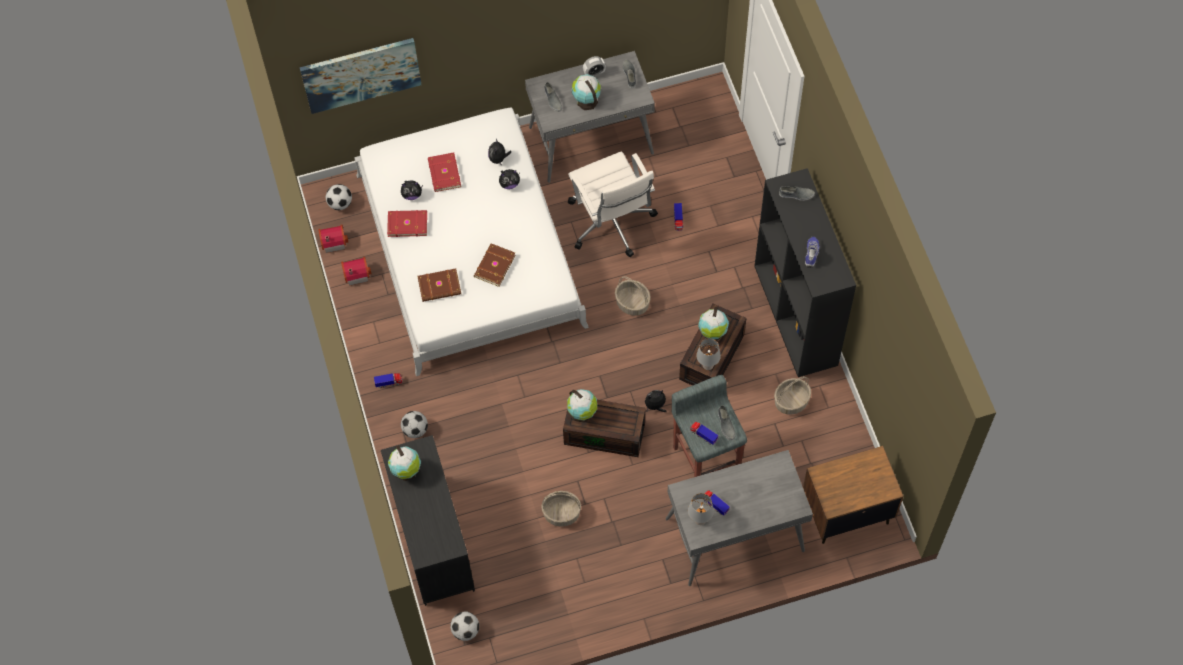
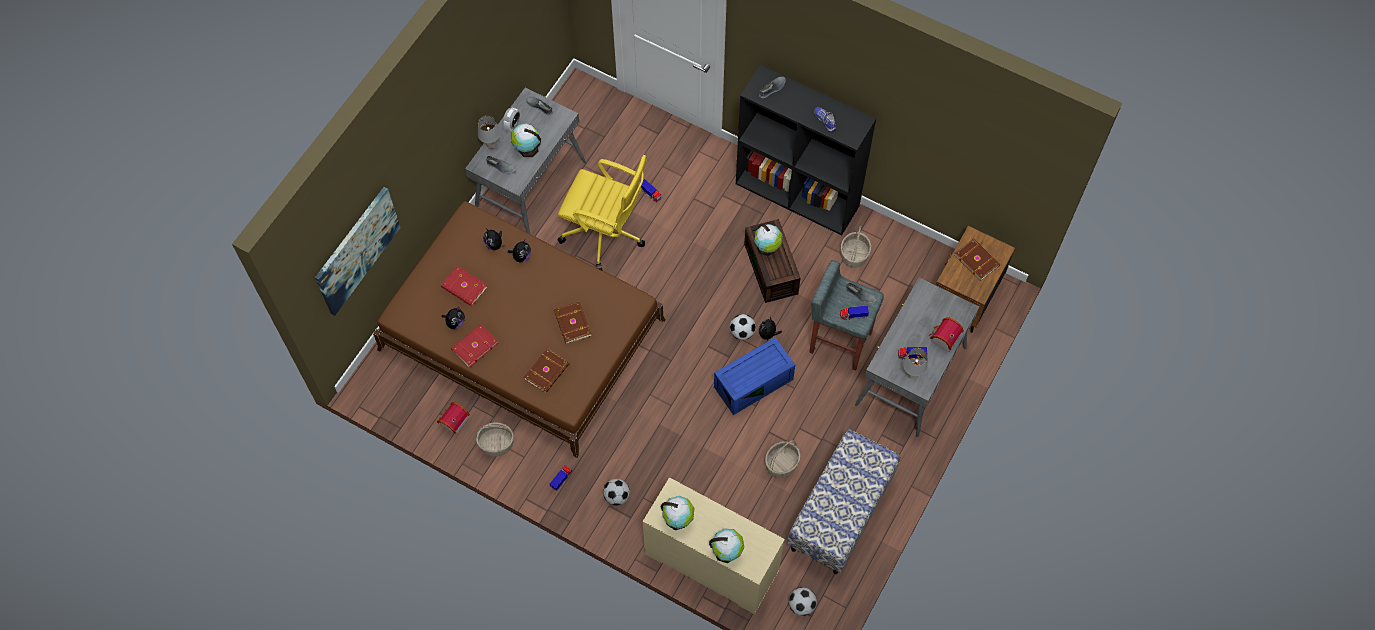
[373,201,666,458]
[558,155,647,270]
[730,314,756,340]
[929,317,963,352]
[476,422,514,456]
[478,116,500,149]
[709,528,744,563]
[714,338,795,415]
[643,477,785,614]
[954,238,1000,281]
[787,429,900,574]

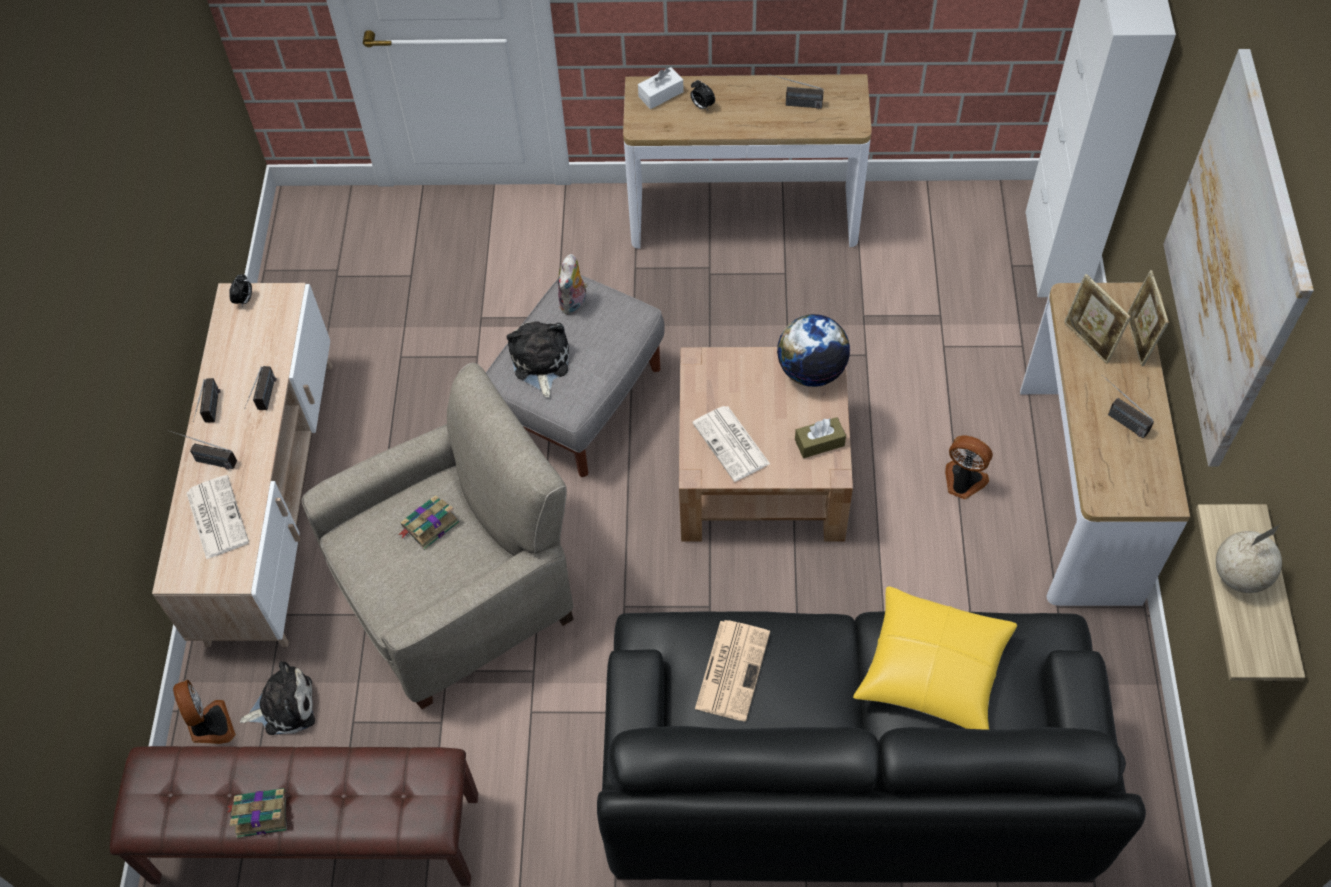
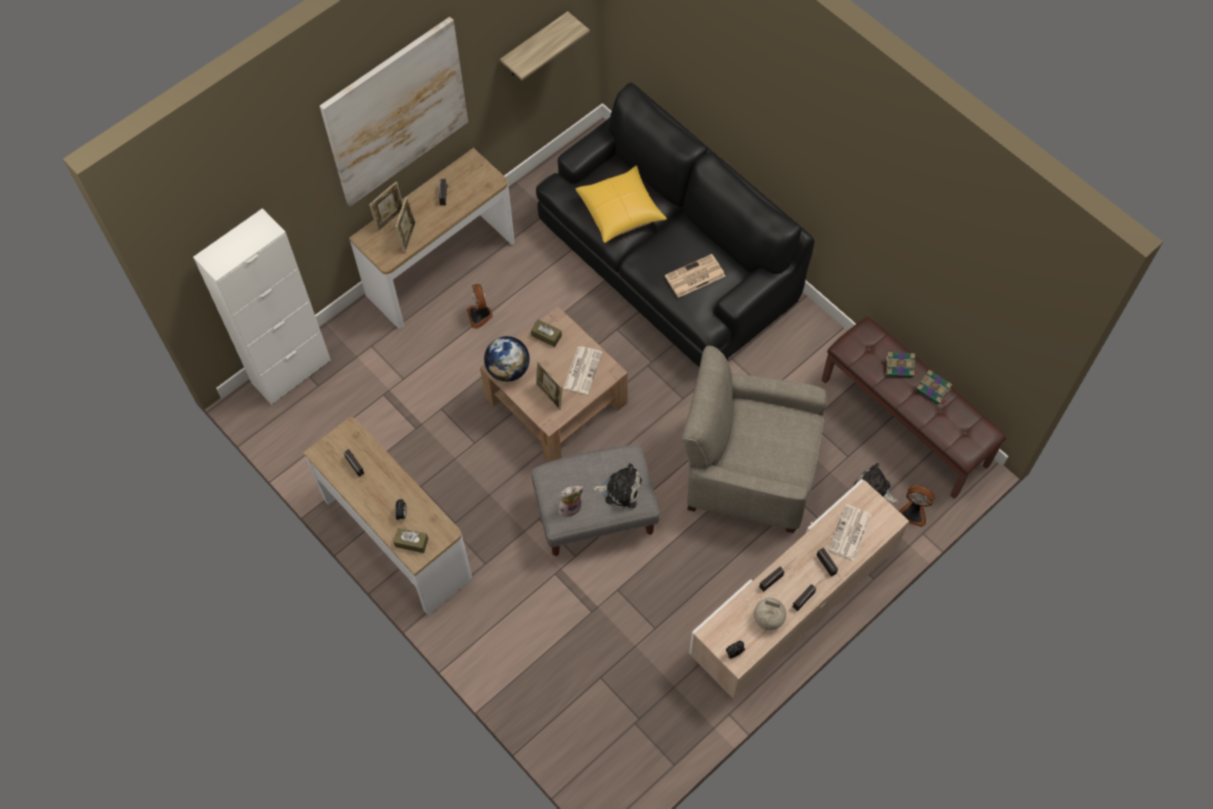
[394,528,428,553]
[592,463,642,509]
[886,352,918,378]
[754,598,786,630]
[899,485,935,527]
[536,361,563,410]

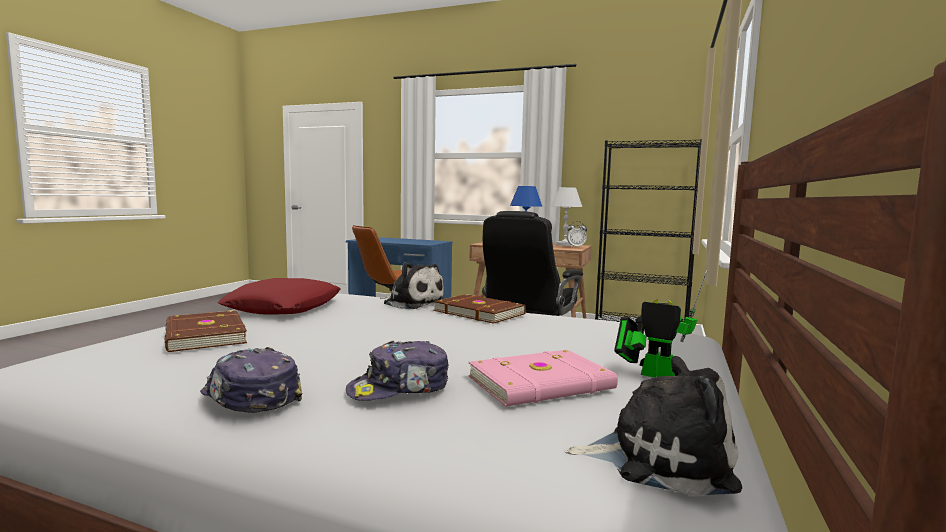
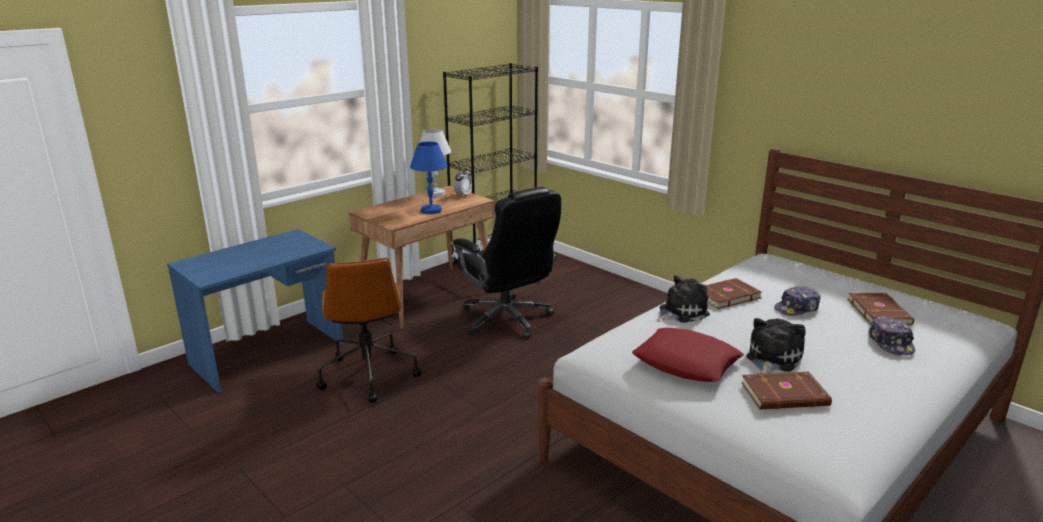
[614,270,708,378] (first image)
[774,286,820,316]
[847,293,914,325]
[746,318,806,374]

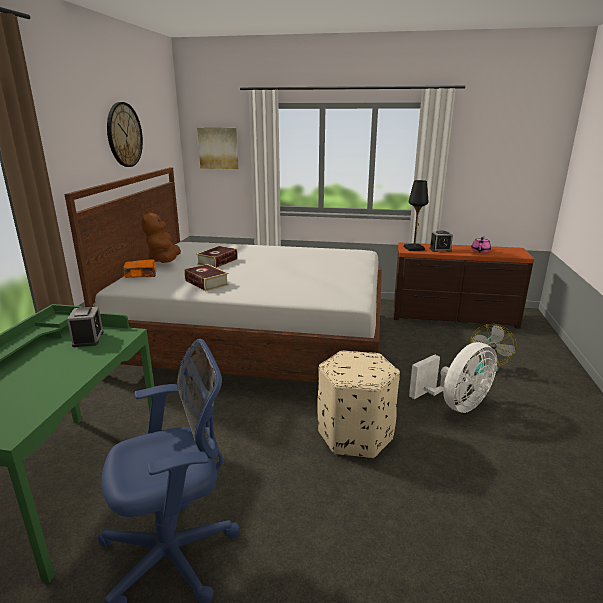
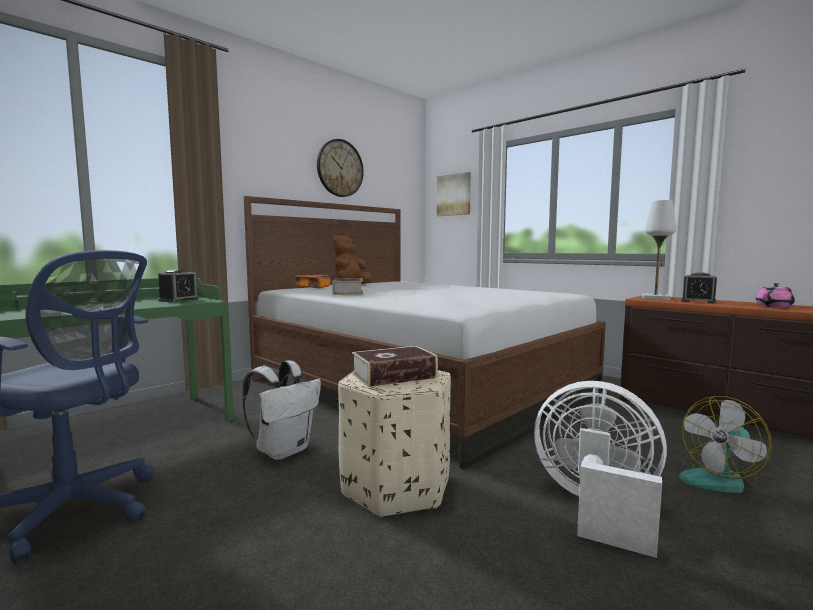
[642,200,676,300]
[352,346,438,387]
[534,381,667,558]
[242,360,321,460]

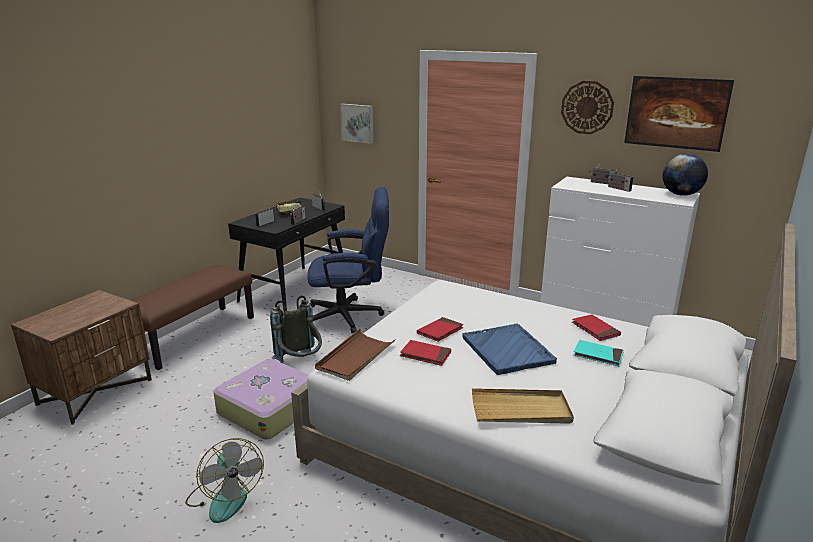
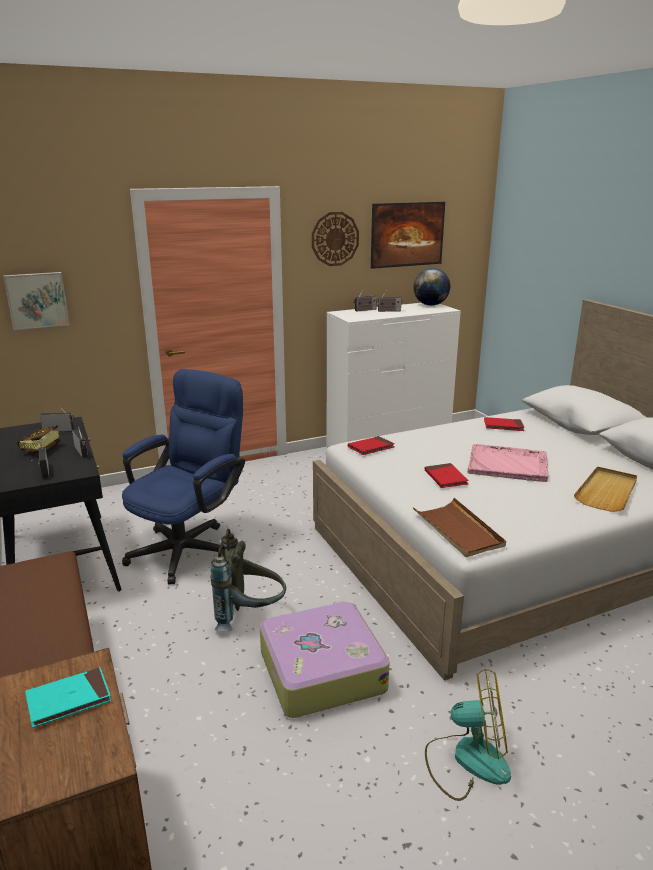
[468,444,548,482]
[348,436,395,455]
[25,667,111,728]

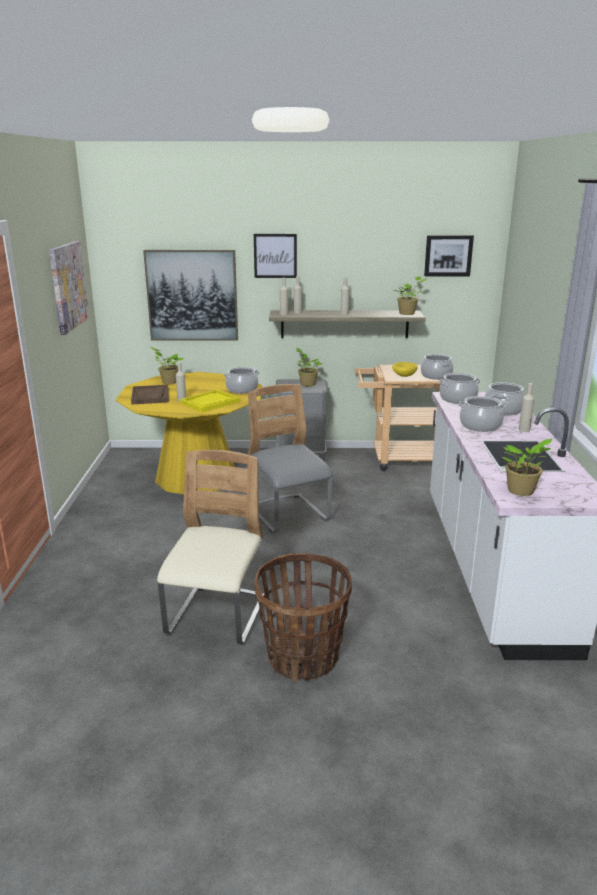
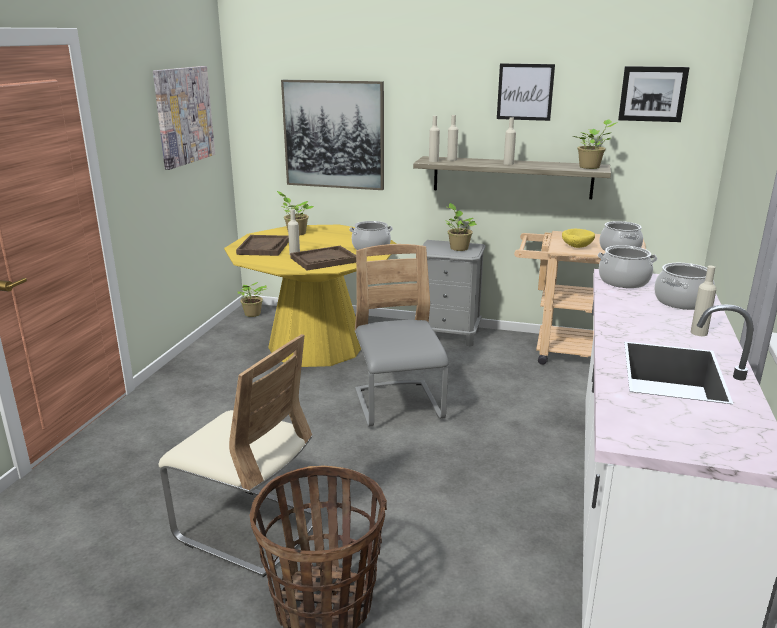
[497,64,555,121]
[290,246,356,271]
[458,396,507,432] (first image)
[238,282,267,317]
[158,334,313,577]

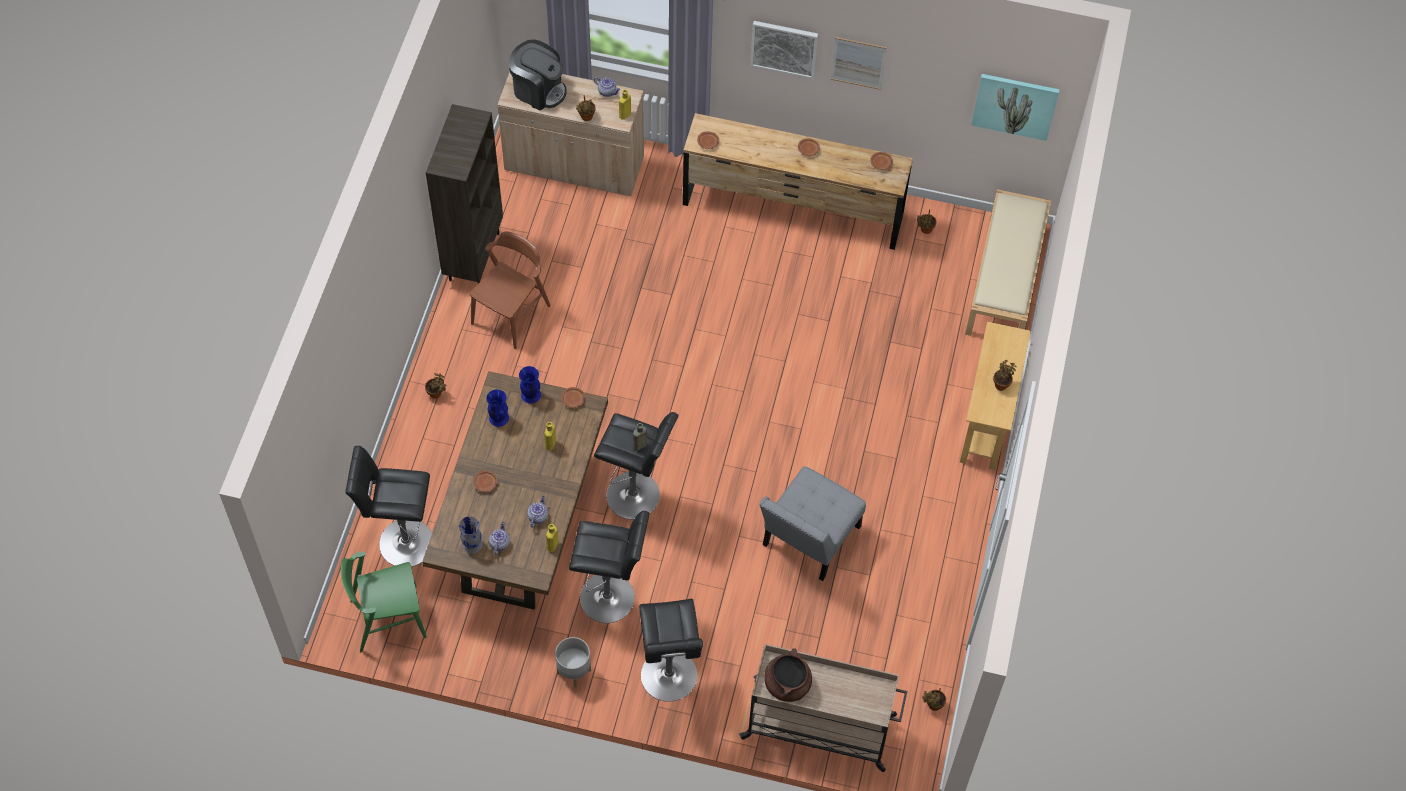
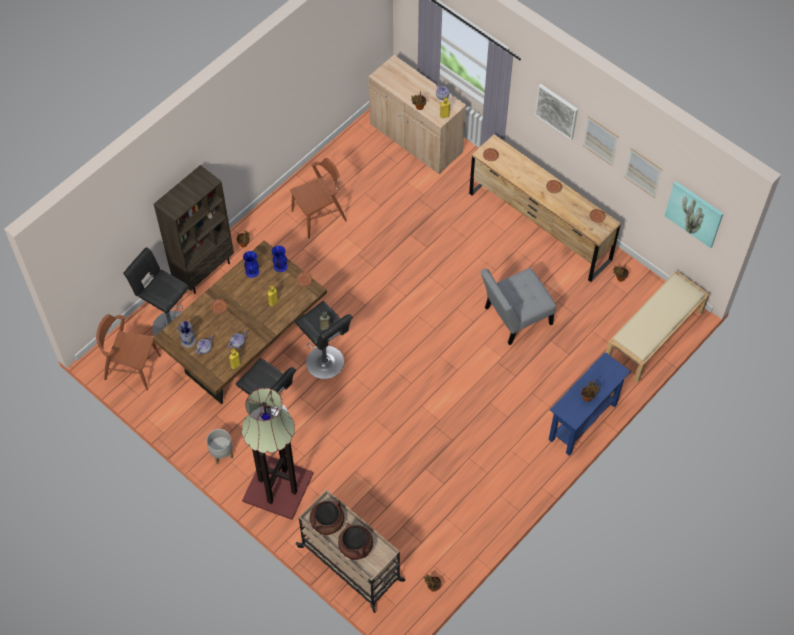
[509,39,567,110] (first image)
[154,165,234,294]
[549,352,631,456]
[480,268,556,345]
[96,314,161,390]
[242,388,314,520]
[624,148,662,198]
[338,523,373,560]

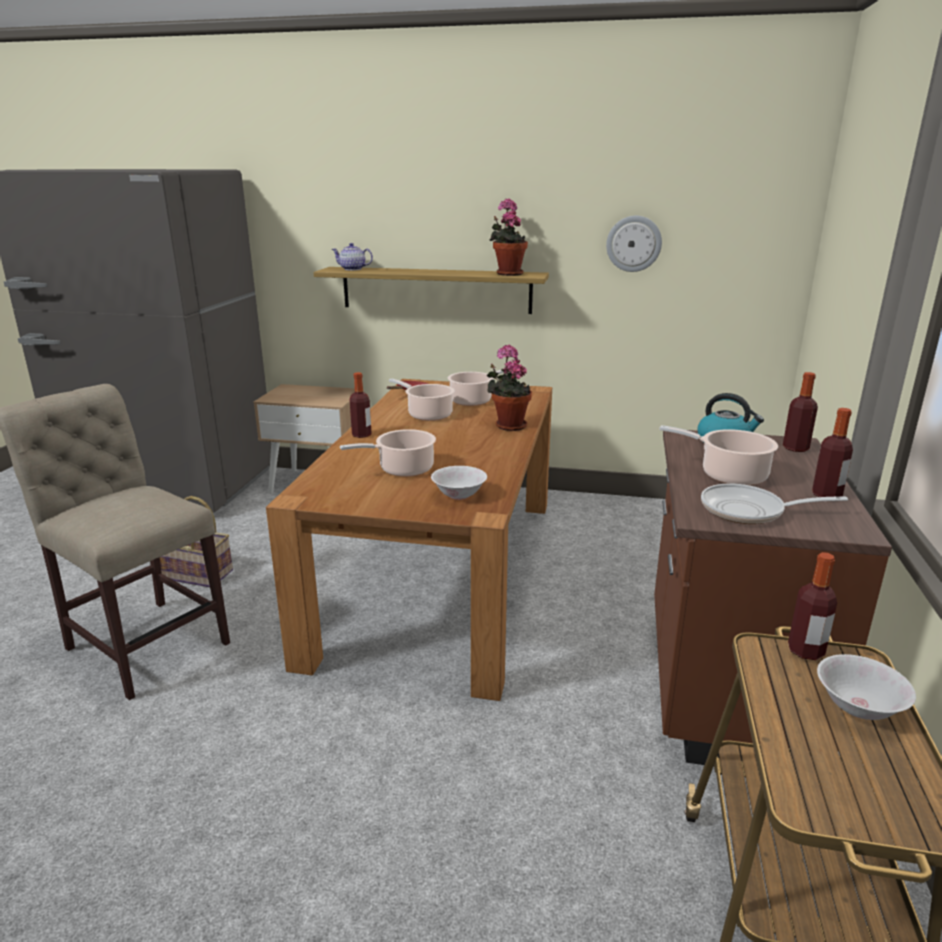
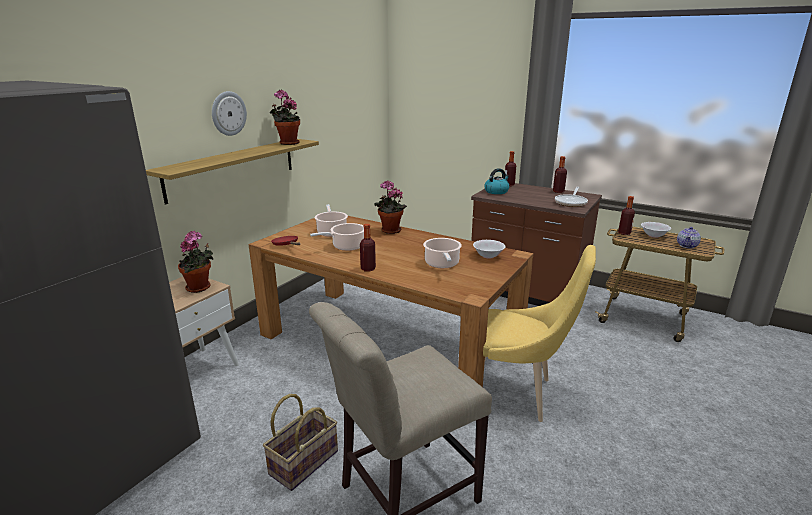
[212,91,247,136]
[677,227,701,248]
[659,425,778,485] (first image)
[178,231,213,293]
[483,245,596,422]

